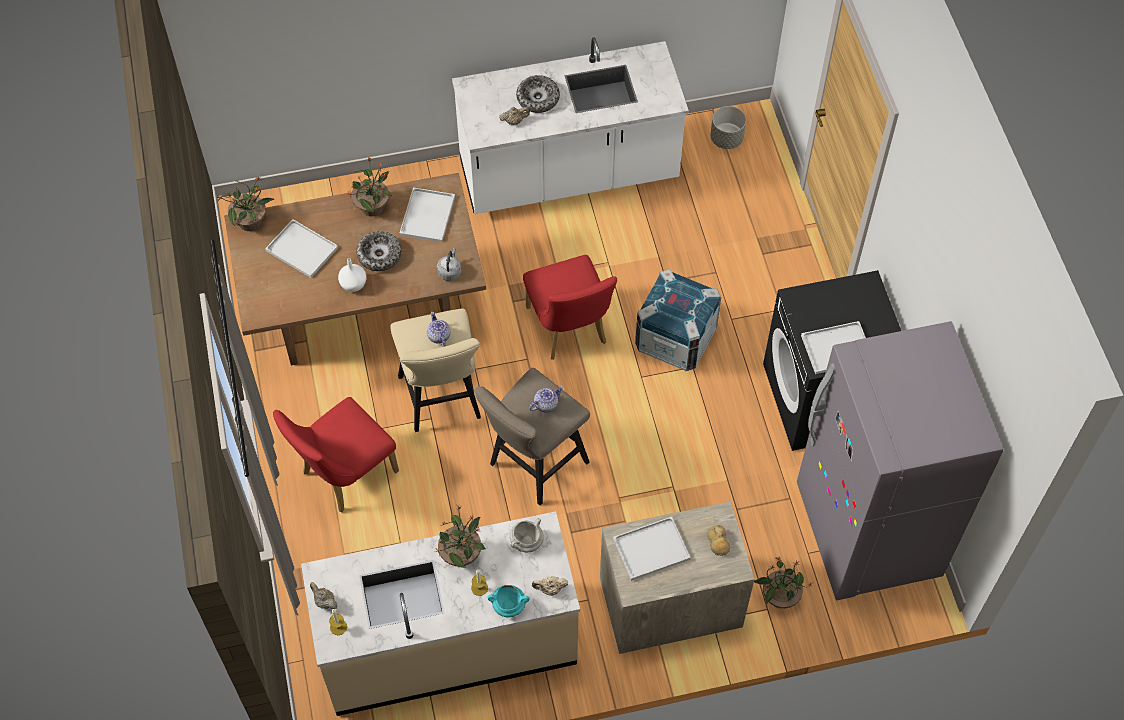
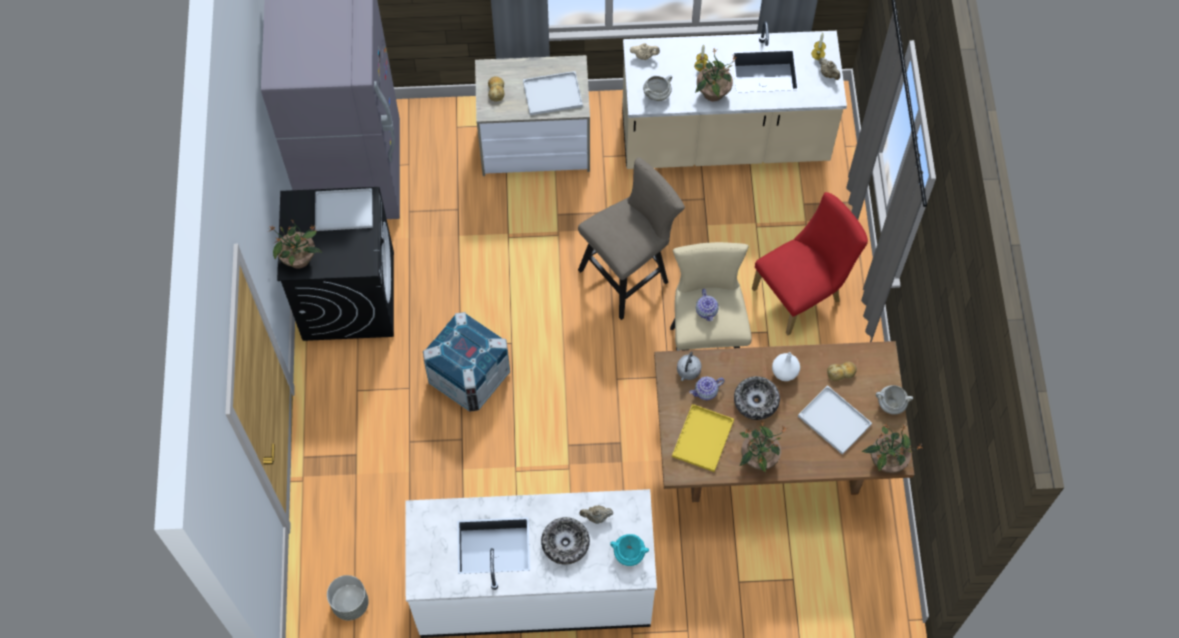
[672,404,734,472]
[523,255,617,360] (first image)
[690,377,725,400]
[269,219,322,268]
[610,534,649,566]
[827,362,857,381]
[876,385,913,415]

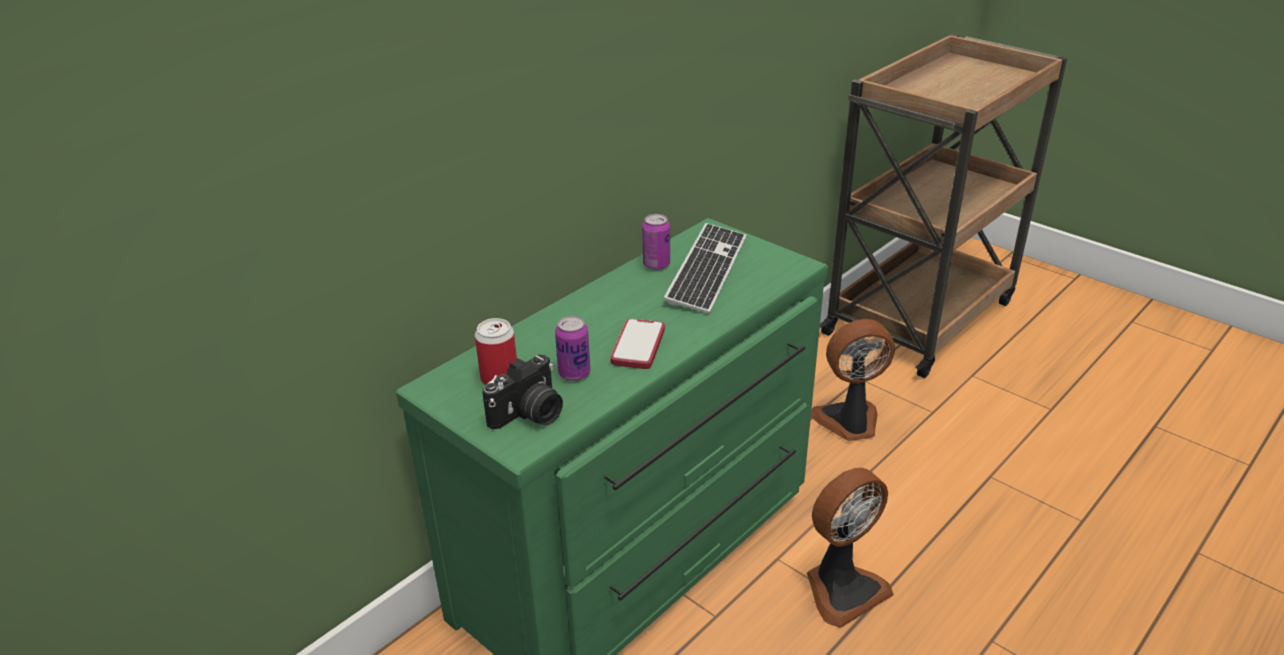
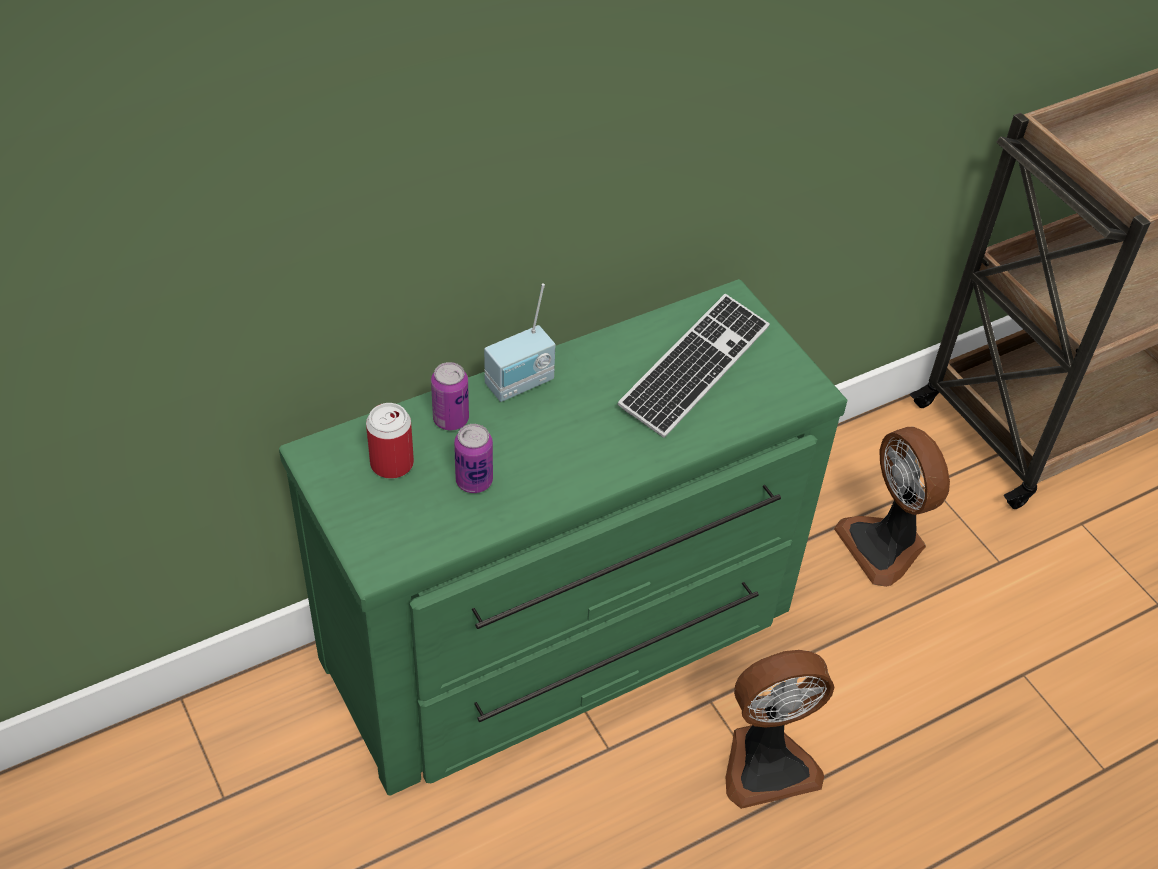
[431,362,469,431]
[610,319,665,369] (first image)
[834,427,950,587]
[482,355,563,430] (first image)
[484,283,555,402]

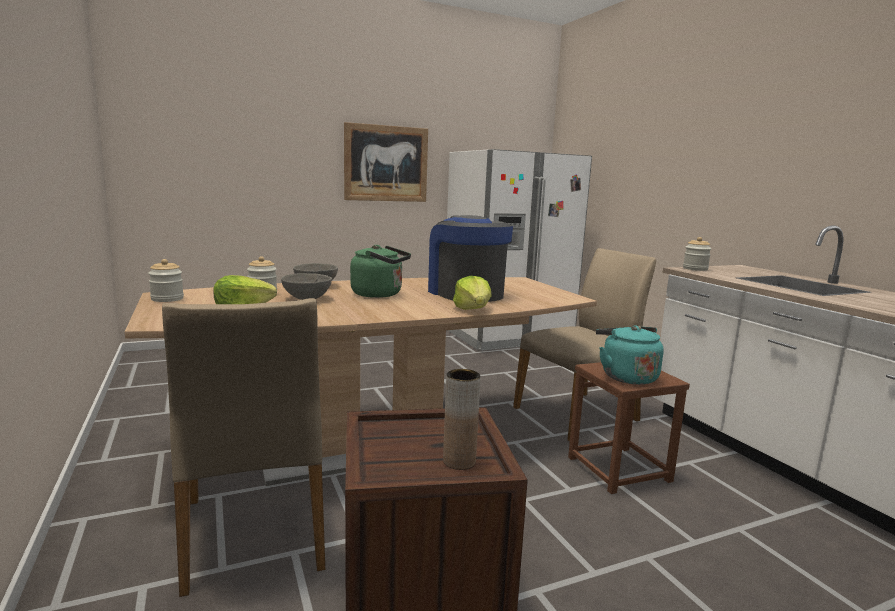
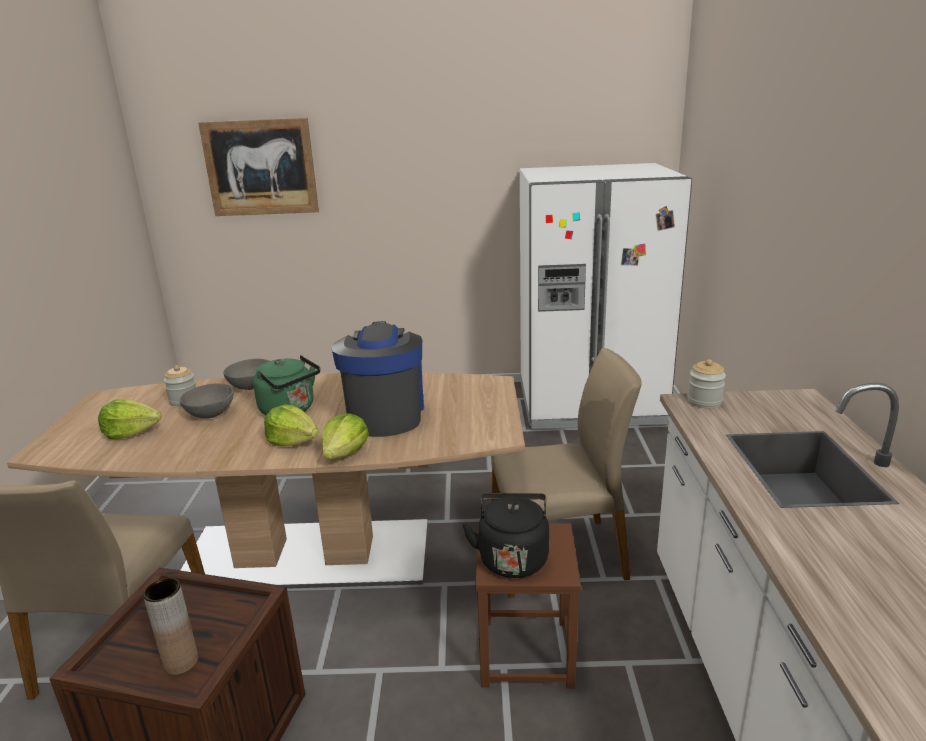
[198,118,319,216]
[148,259,184,302] (first image)
[462,493,549,578]
[264,404,319,447]

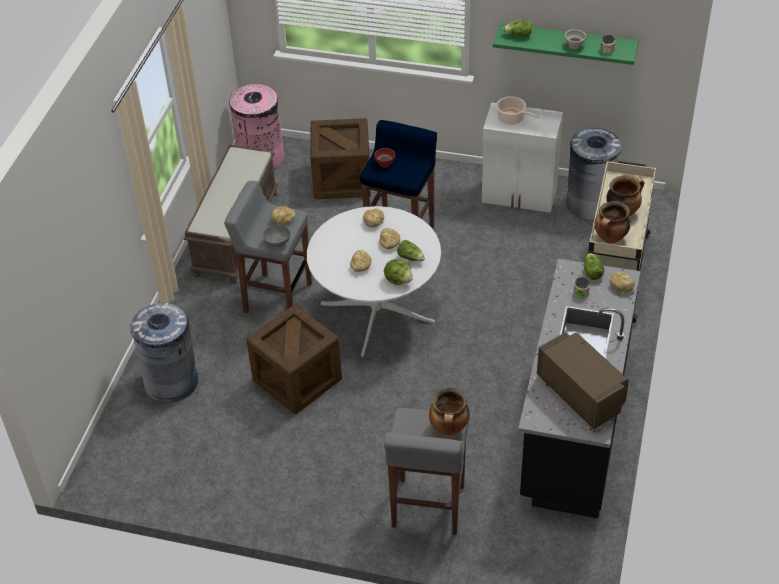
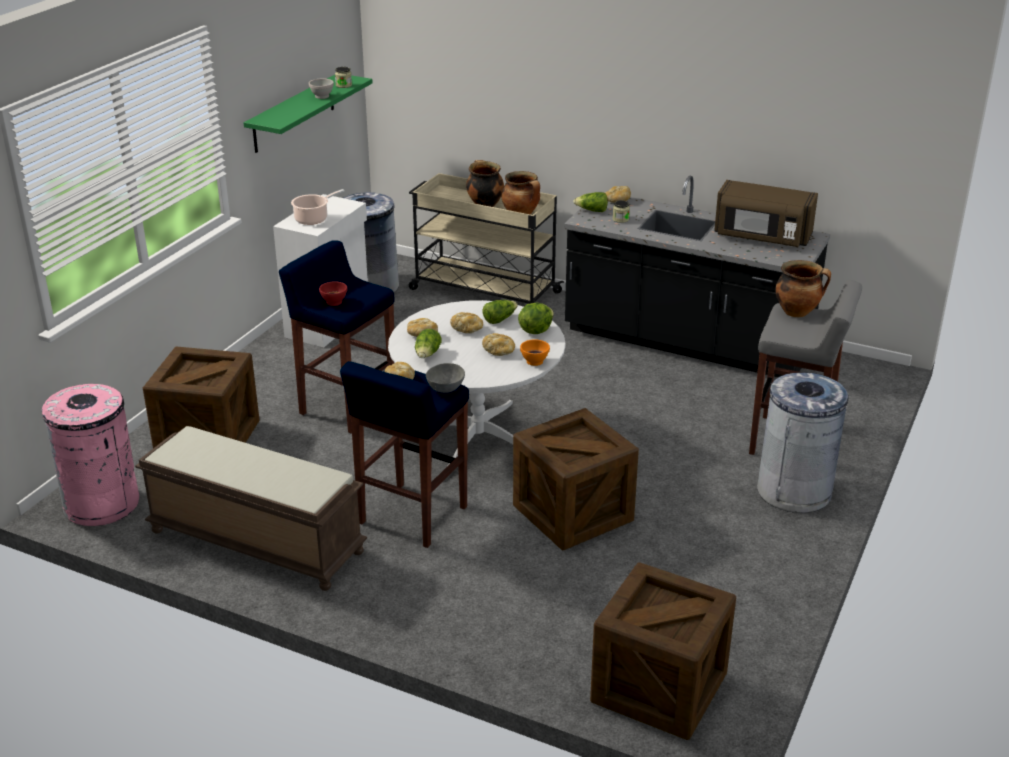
[415,329,442,358]
[340,361,469,548]
[757,372,848,513]
[714,180,818,247]
[520,339,550,366]
[590,562,736,740]

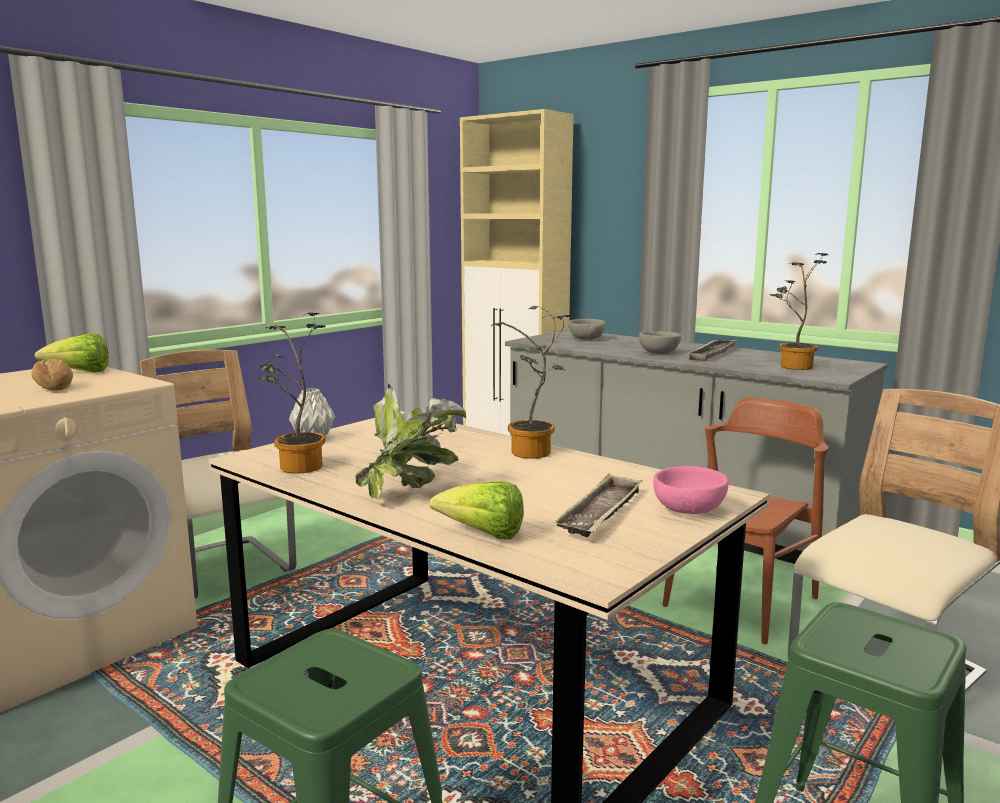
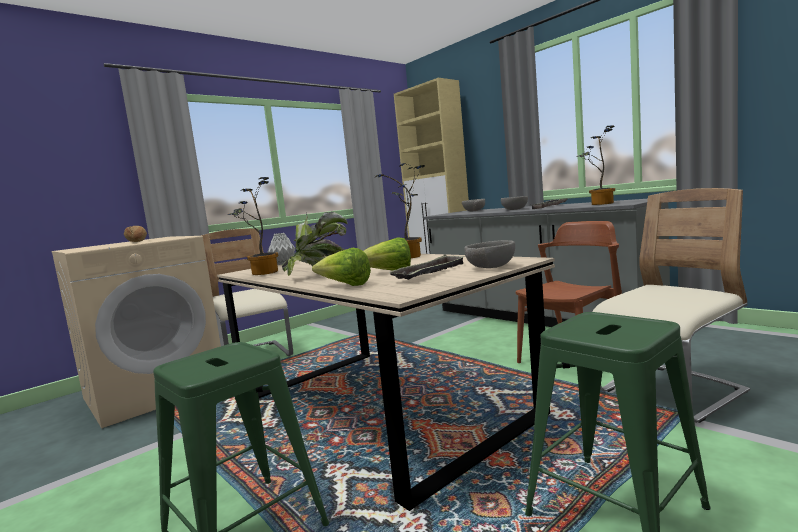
[364,237,411,271]
[464,240,515,268]

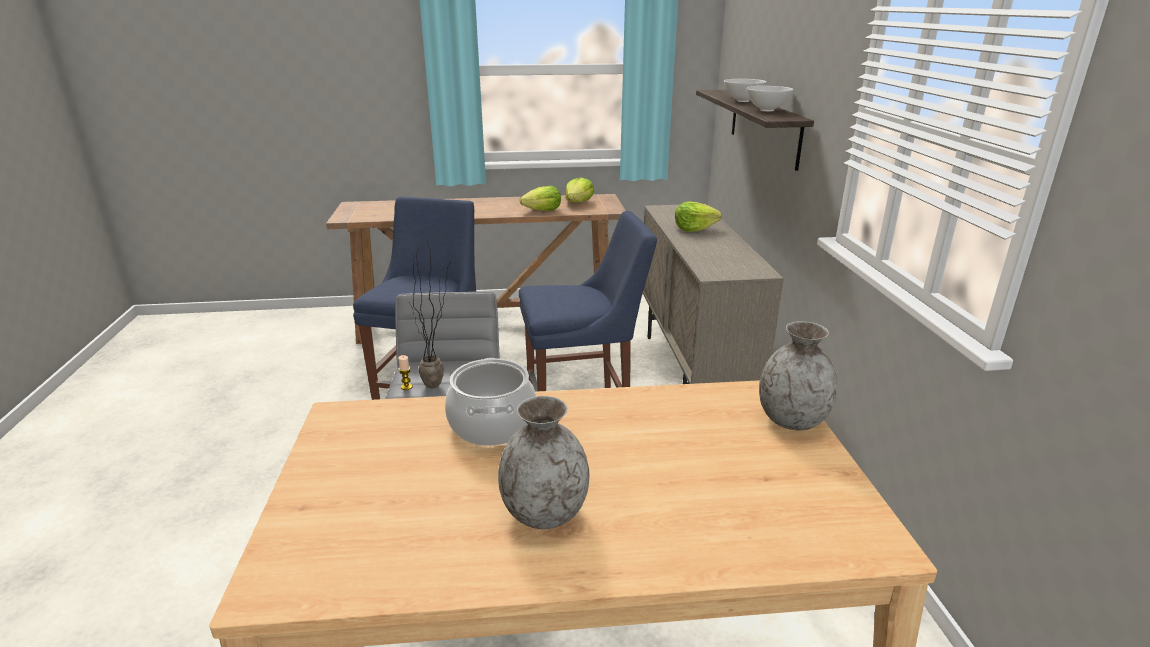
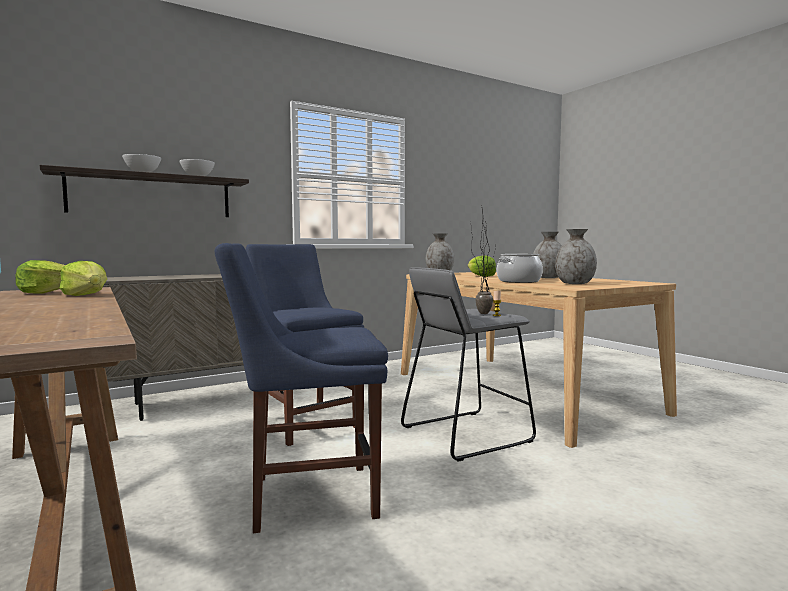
[468,256,496,277]
[555,229,597,284]

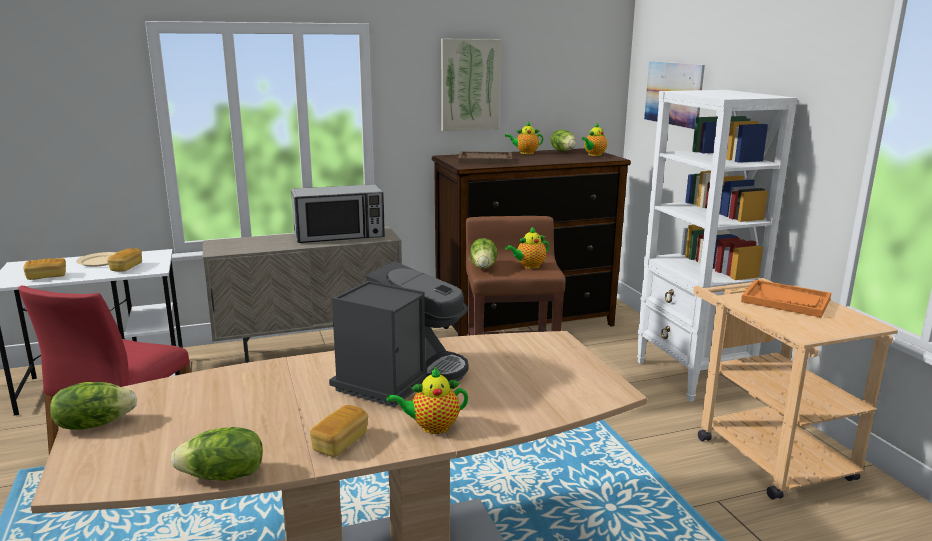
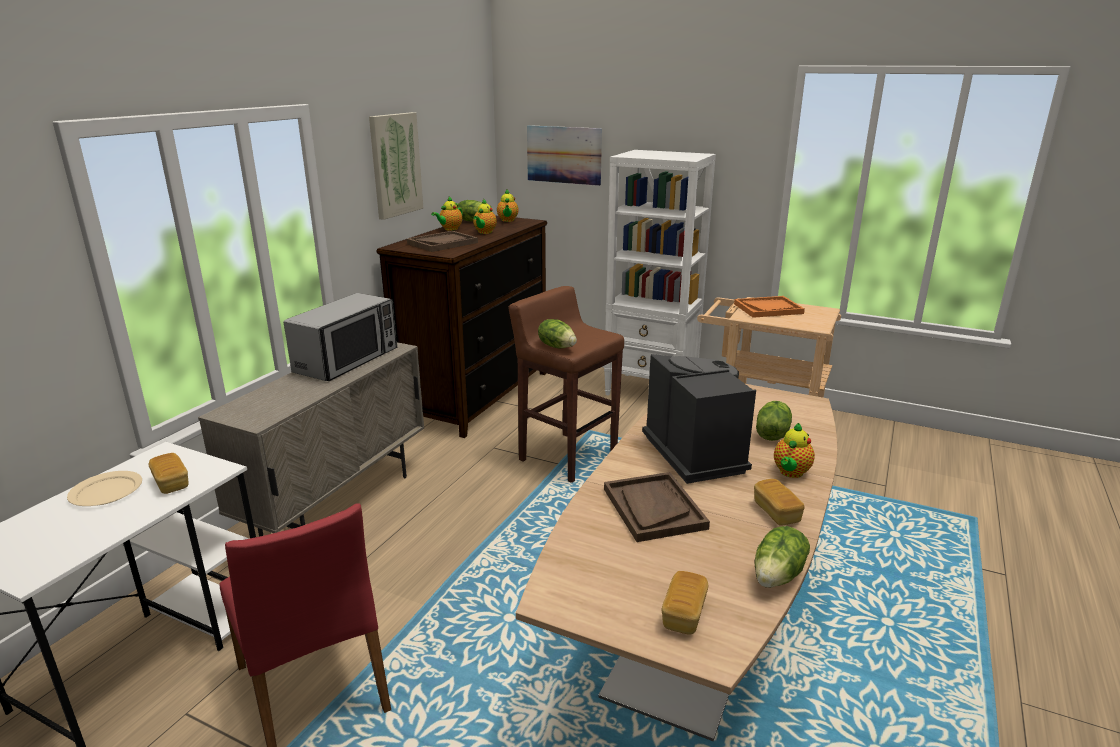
[473,199,497,234]
[662,571,708,635]
[756,401,792,441]
[604,472,710,542]

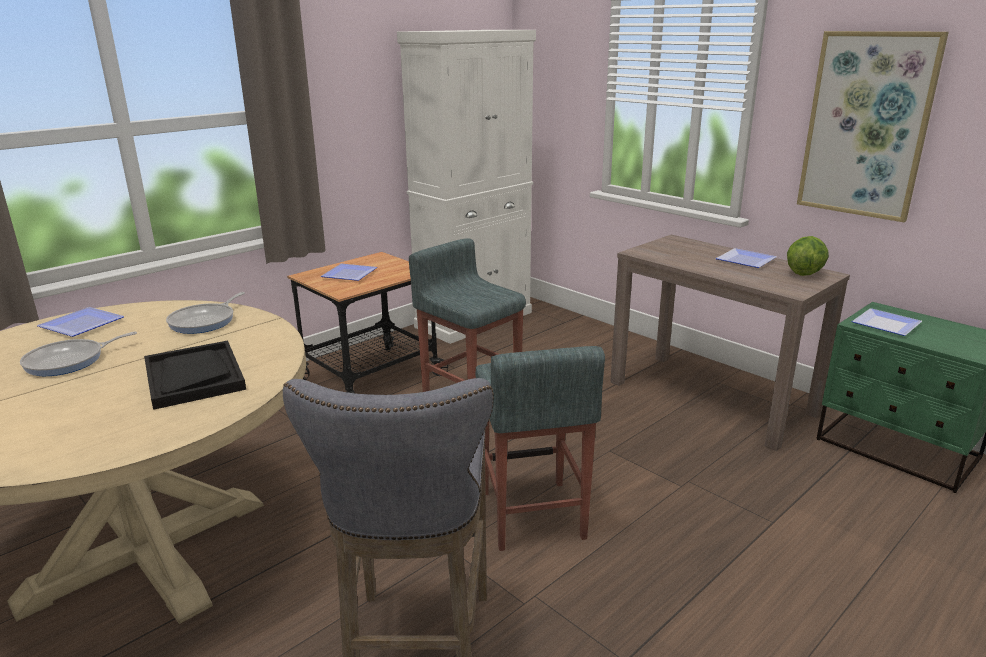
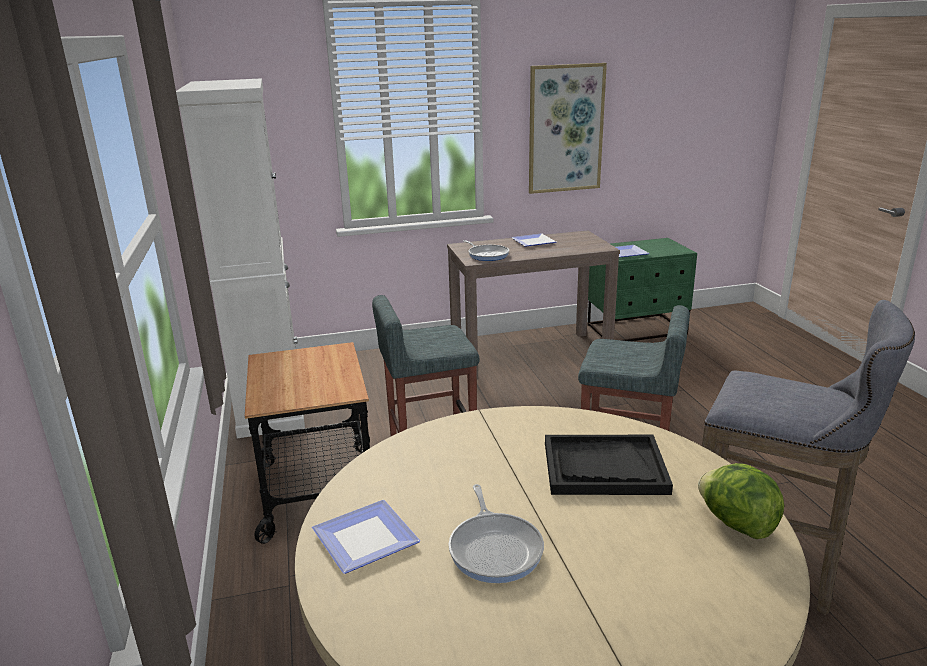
[698,463,784,539]
[321,264,377,281] (first image)
[463,240,509,261]

